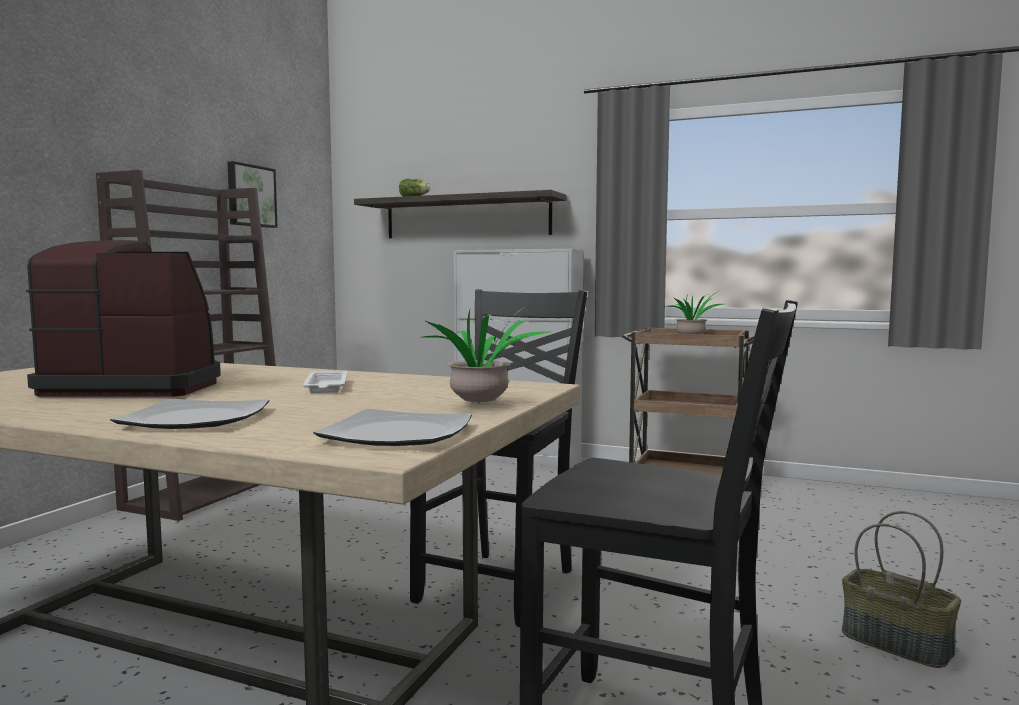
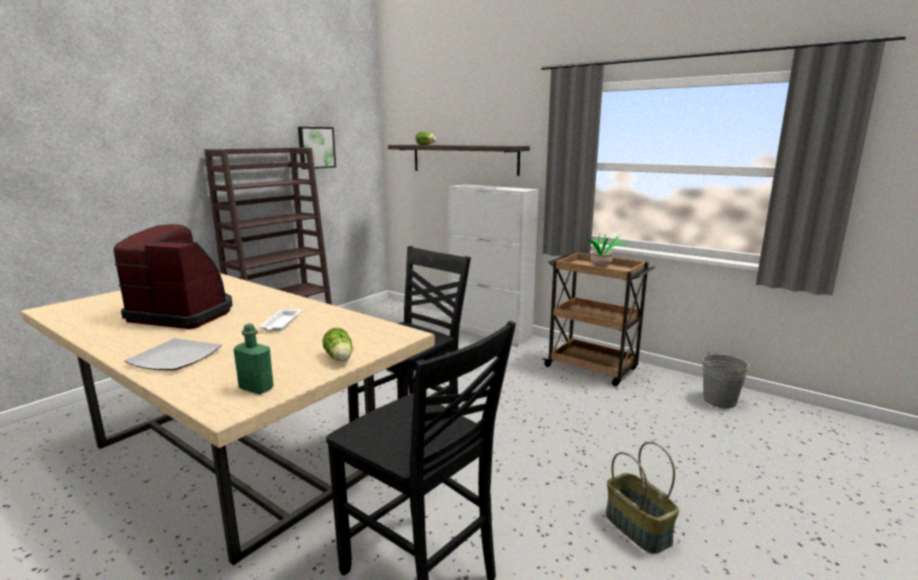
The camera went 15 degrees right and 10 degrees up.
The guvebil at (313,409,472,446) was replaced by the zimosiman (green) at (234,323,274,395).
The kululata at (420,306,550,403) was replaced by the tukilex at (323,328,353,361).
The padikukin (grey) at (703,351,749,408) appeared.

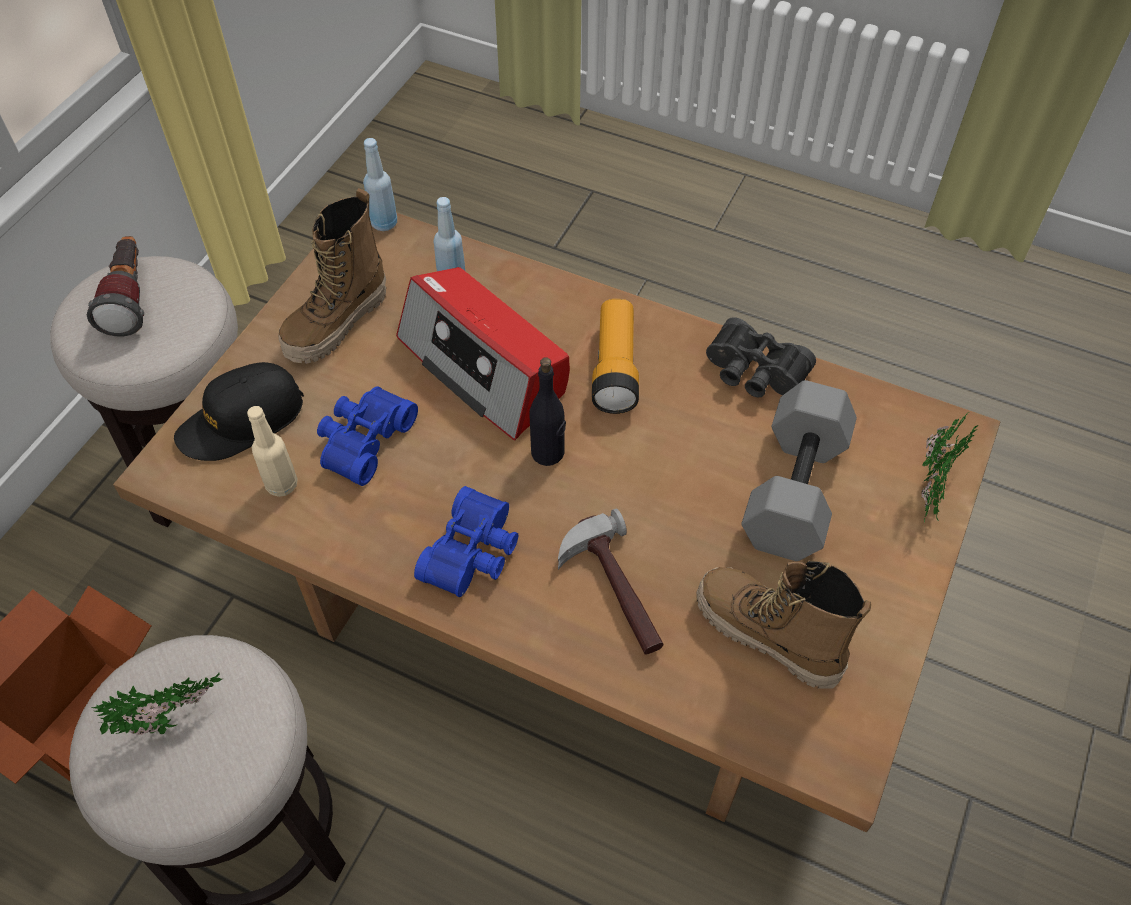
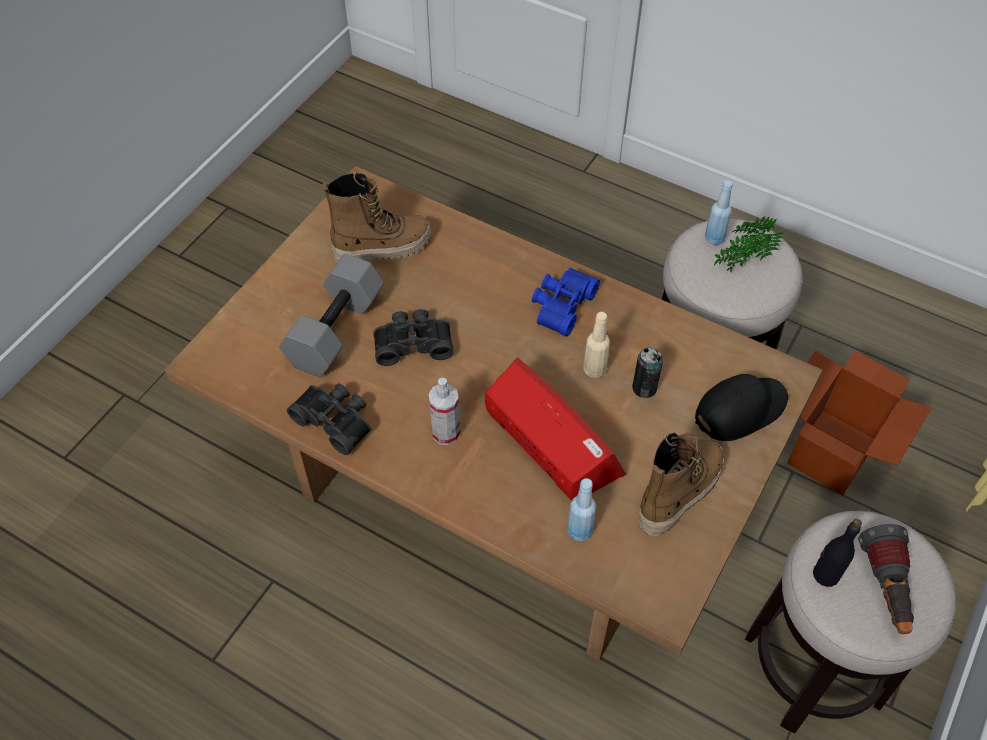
The camera went 175 degrees left and 0 degrees up.
The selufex at (696,561,871,688) turned 60 degrees counterclockwise.
The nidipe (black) at (373,309,453,366) appeared.
The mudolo at (592,299,639,414) was replaced by the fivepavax at (428,378,460,445).
The zimosiman (beige) moved from (247,406,298,497) to (583,312,610,378).
The nidipe (blue) at (317,386,418,486) was replaced by the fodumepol at (632,347,663,398).
The zimosiman (blue) moved from (363,138,397,231) to (705,180,733,245).
The zimosiman (black) moved from (529,357,566,466) to (813,519,862,587).
The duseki at (558,509,663,655) disappeared.
The kululata at (921,412,979,523) disappeared.

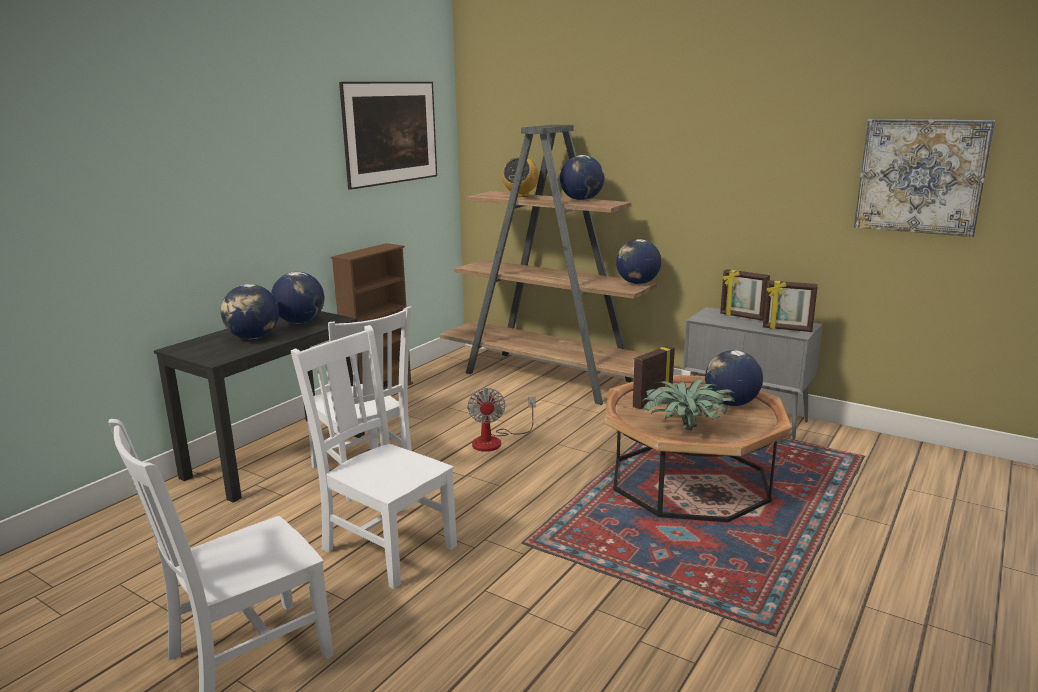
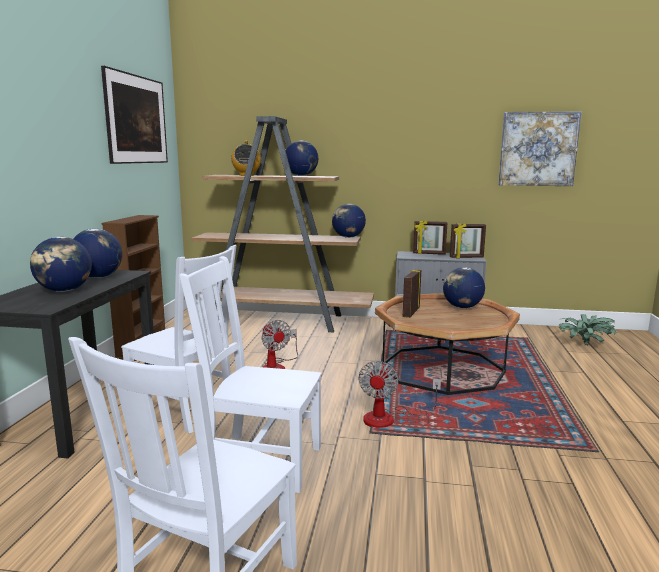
The camera went 25 degrees left and 5 degrees down.
The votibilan at (358,361,441,428) appeared.
The kululata moved from (642,379,735,430) to (558,314,618,345).

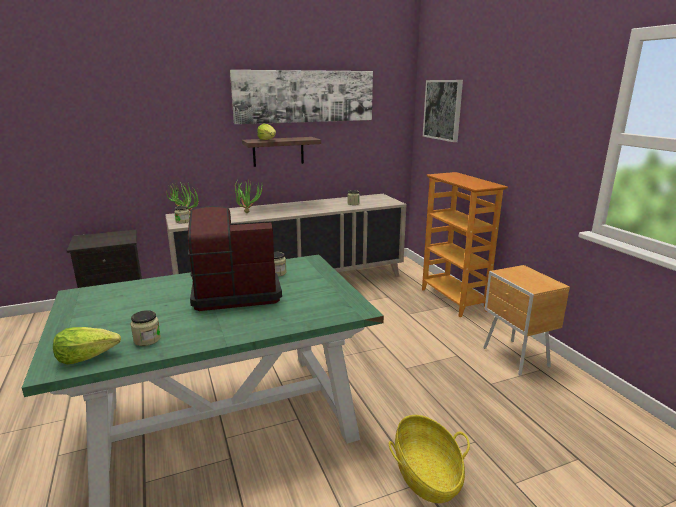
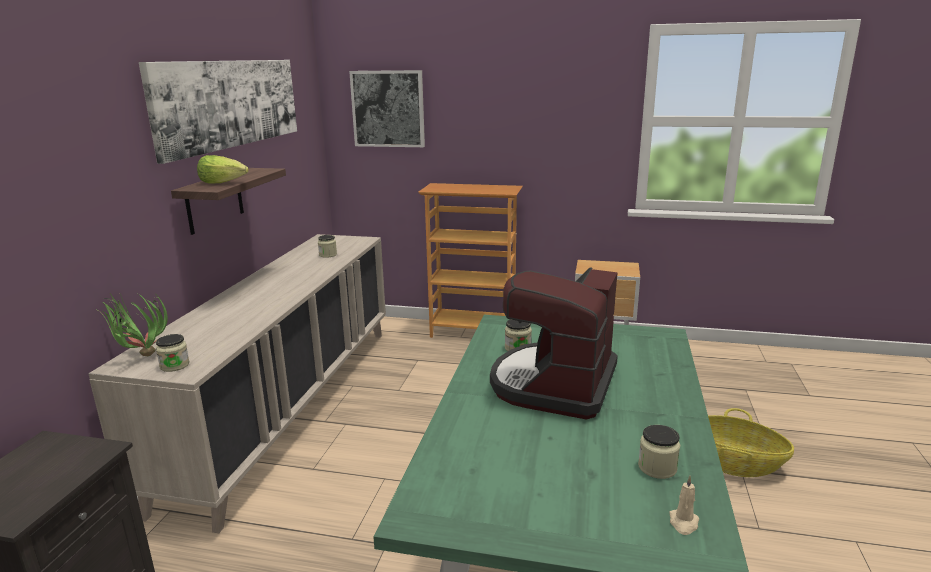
The camera went 55 degrees left and 0 degrees up.
The tukilex at (53,327,121,364) was replaced by the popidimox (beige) at (669,476,699,535).
The kululata at (234,181,263,213) disappeared.

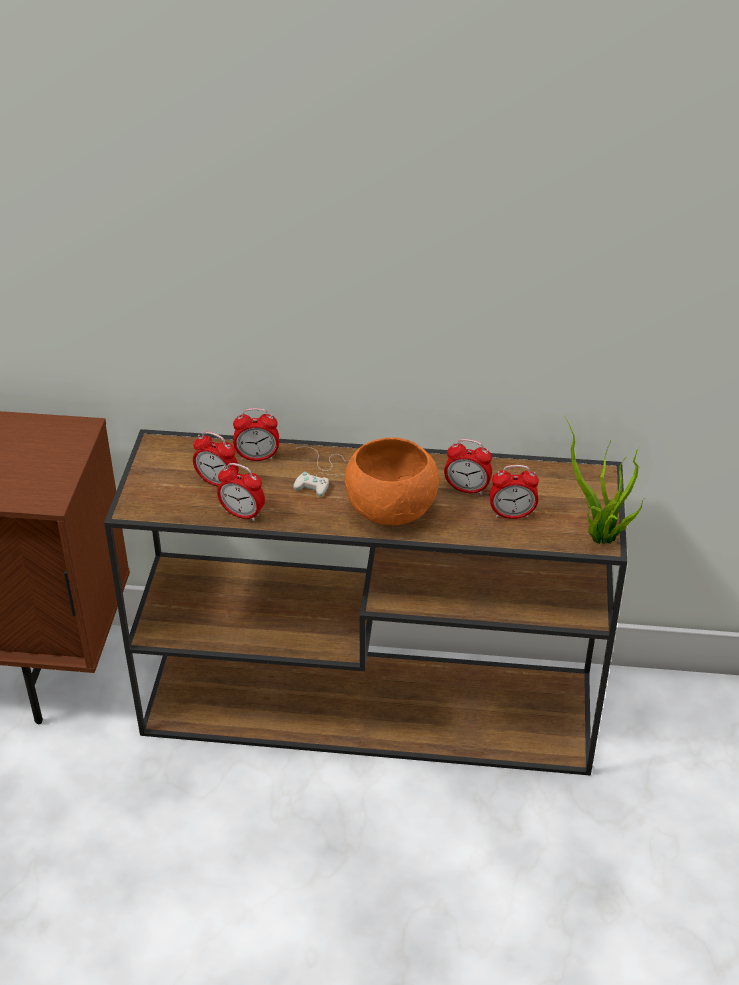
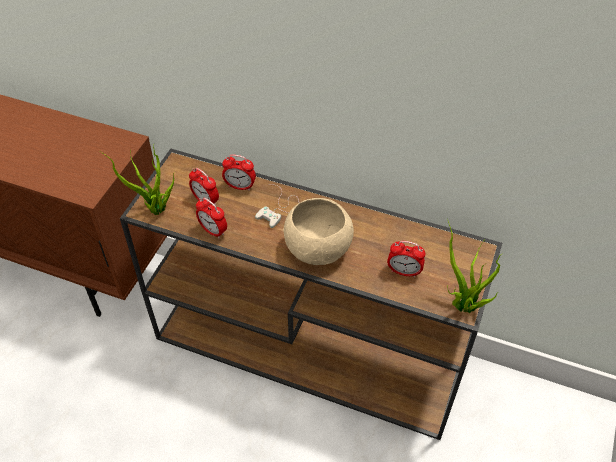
The camera went 15 degrees right and 10 degrees up.
The kululata at (101,145,174,215) appeared.
The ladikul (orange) at (345,437,439,525) became the ladikul (beige) at (284,198,354,265).
The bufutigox at (444,439,492,495) disappeared.

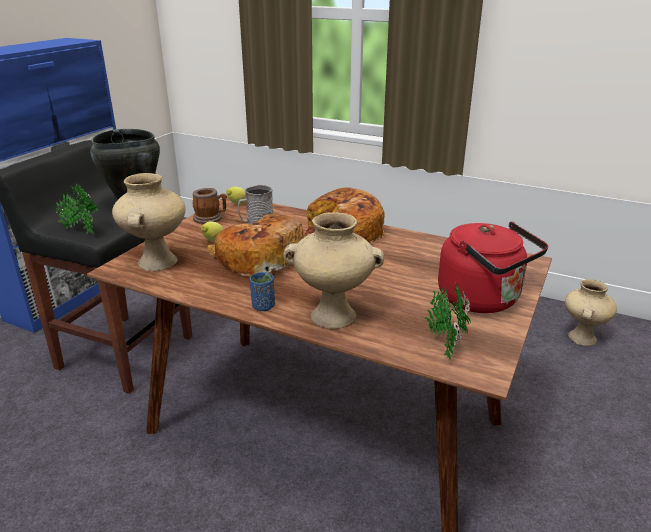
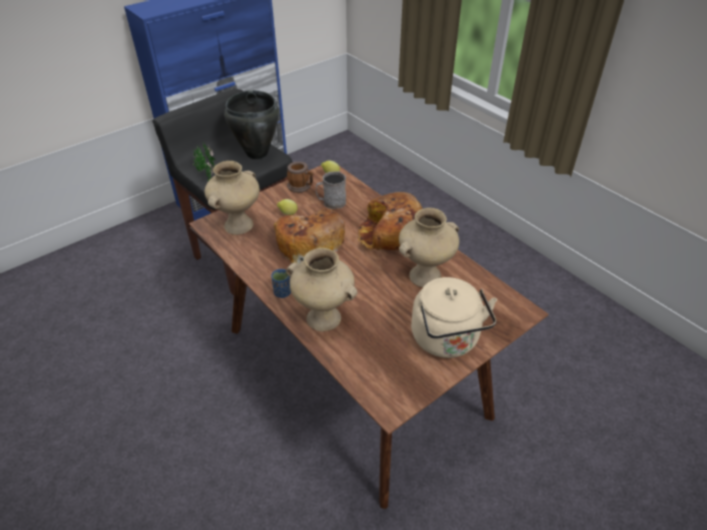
The camera went 25 degrees right and 15 degrees up.
The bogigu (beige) moved from (565,279,617,346) to (399,208,459,287).
The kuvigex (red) at (438,221,548,313) became the kuvigex (beige) at (411,277,497,358).
The kululata at (424,281,471,361) disappeared.

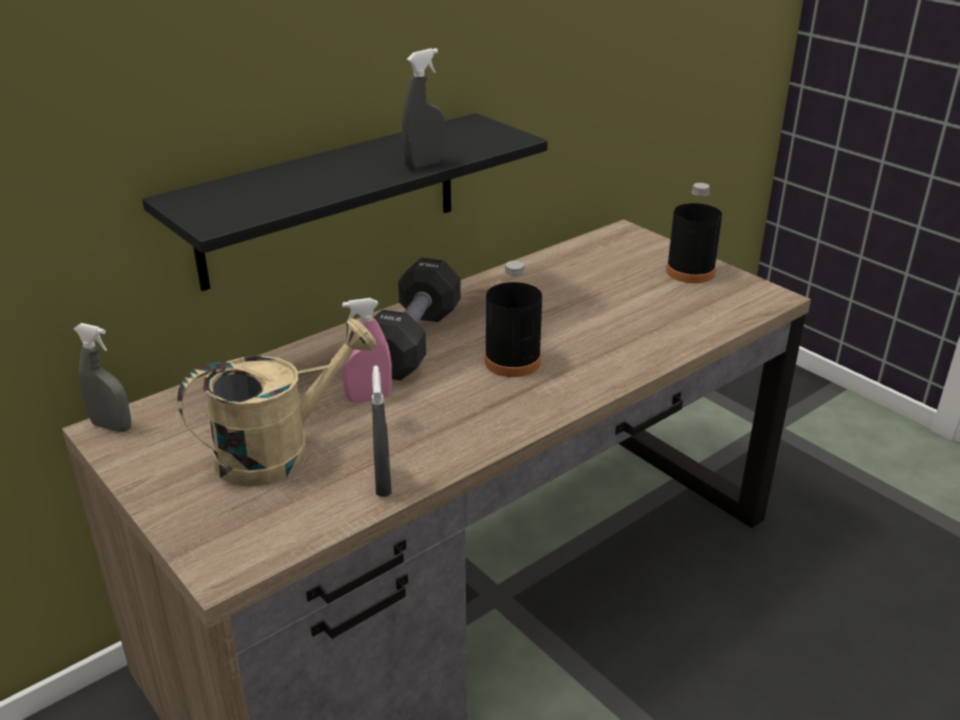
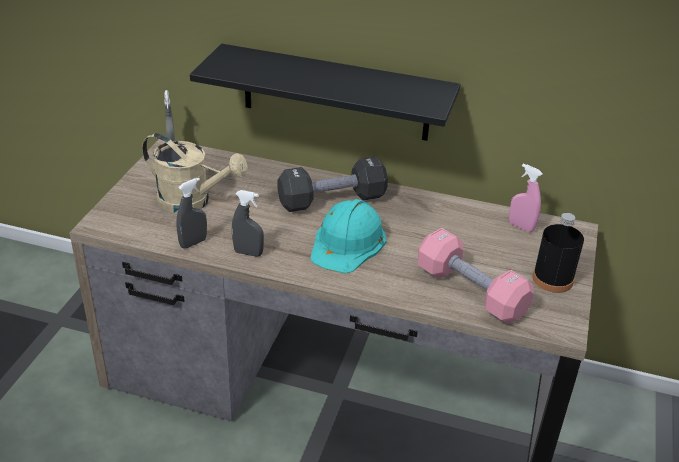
The camera went 55 degrees right and 5 degrees up.
The fivepavax (grey) moved from (402,48,445,169) to (232,190,264,257).
The zimosiman (black) at (485,261,542,377) was replaced by the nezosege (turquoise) at (310,199,387,274).
The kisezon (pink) at (418,228,534,324) appeared.
The fivepavax (pink) moved from (341,298,392,403) to (509,164,543,232).

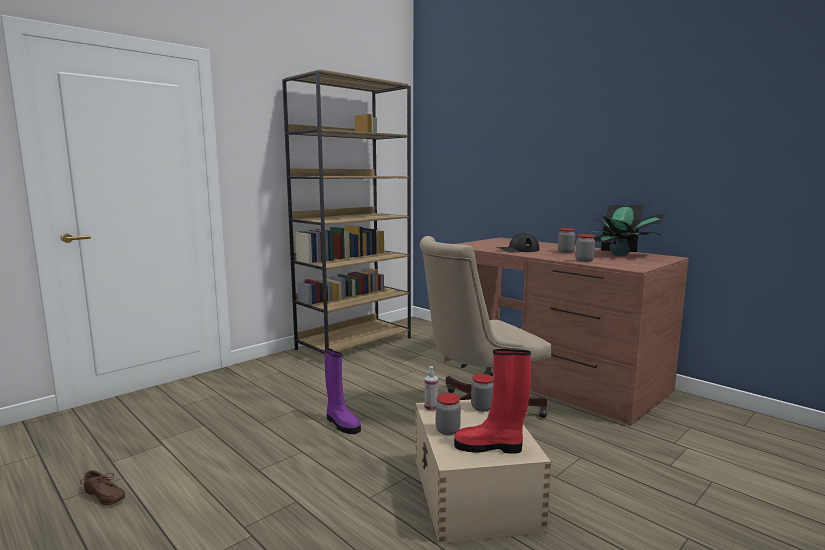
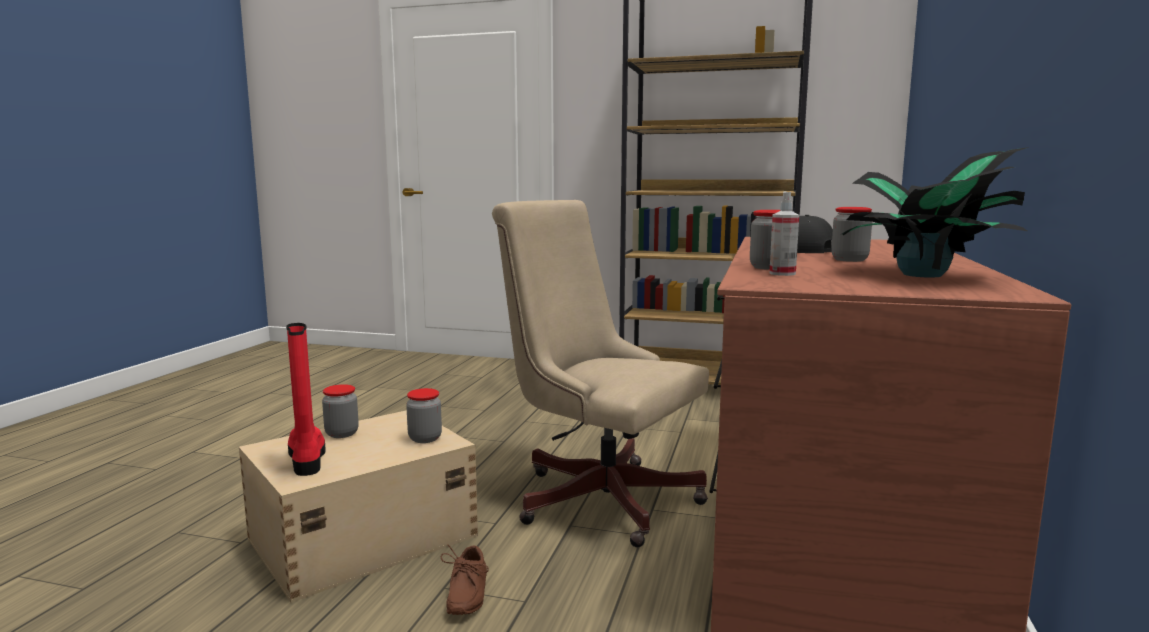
The camera went 60 degrees right and 0 degrees up.
The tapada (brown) moved from (80,470,125,505) to (441,544,489,615).
The fivepavax moved from (424,366,438,411) to (769,192,799,276).
The selufex (purple) at (325,348,361,434) disappeared.

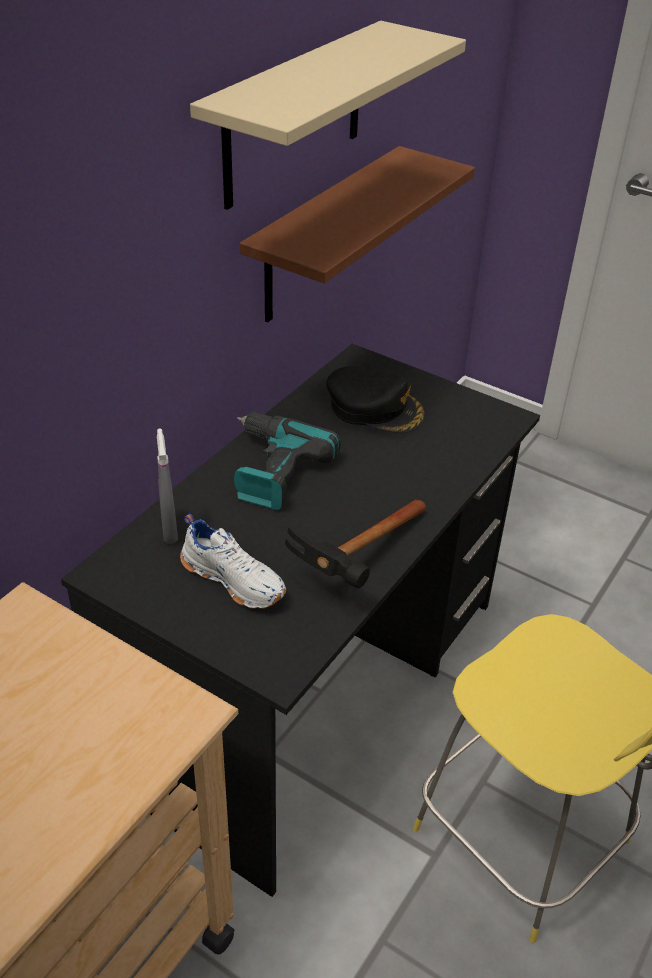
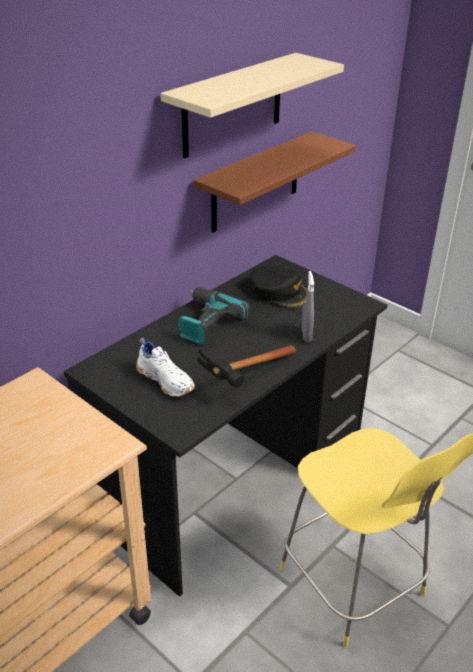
The camera went 10 degrees right and 5 degrees down.
The fivepavax (grey) moved from (157,428,178,544) to (301,271,314,342).

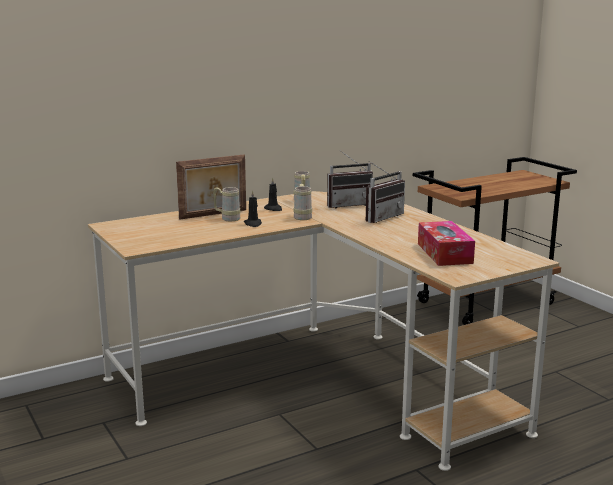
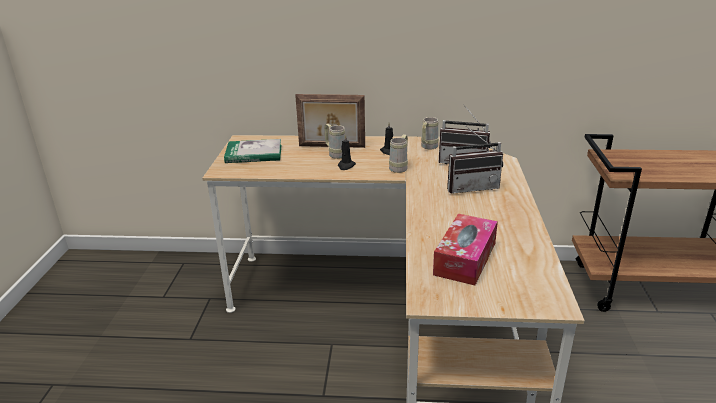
The camera went 35 degrees right and 10 degrees up.
The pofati at (224,139,282,163) appeared.

